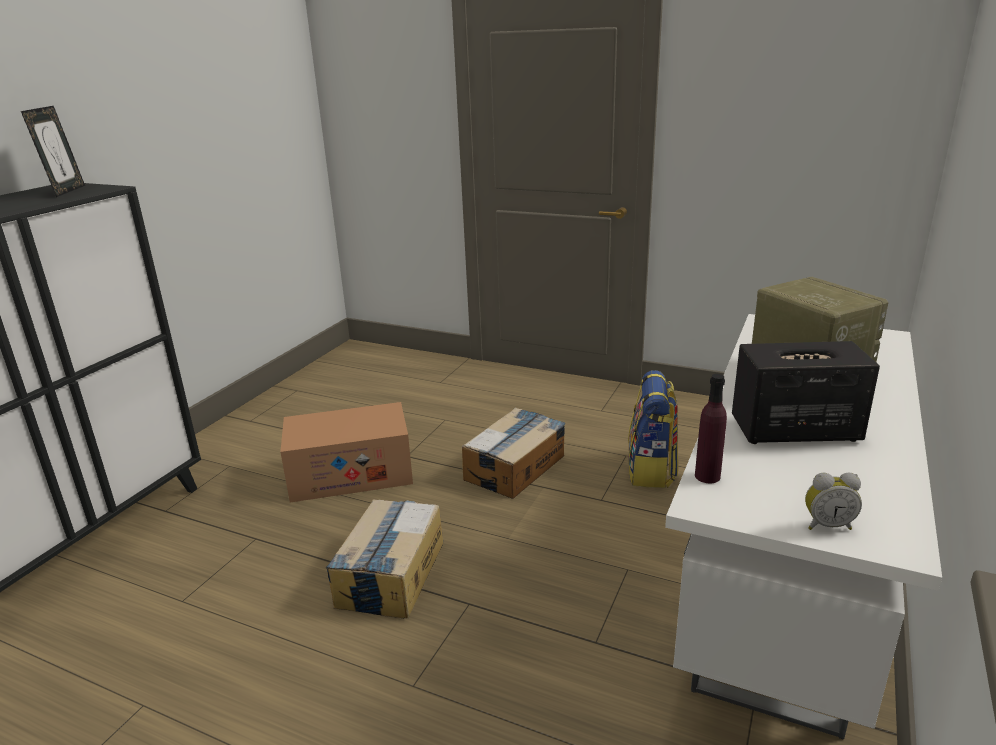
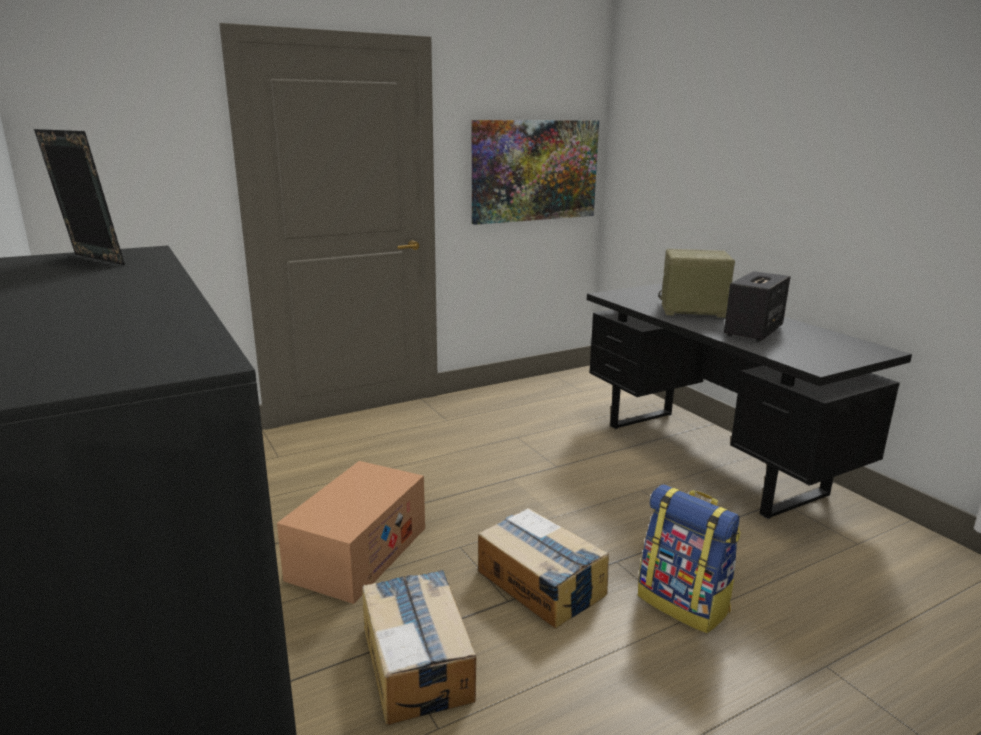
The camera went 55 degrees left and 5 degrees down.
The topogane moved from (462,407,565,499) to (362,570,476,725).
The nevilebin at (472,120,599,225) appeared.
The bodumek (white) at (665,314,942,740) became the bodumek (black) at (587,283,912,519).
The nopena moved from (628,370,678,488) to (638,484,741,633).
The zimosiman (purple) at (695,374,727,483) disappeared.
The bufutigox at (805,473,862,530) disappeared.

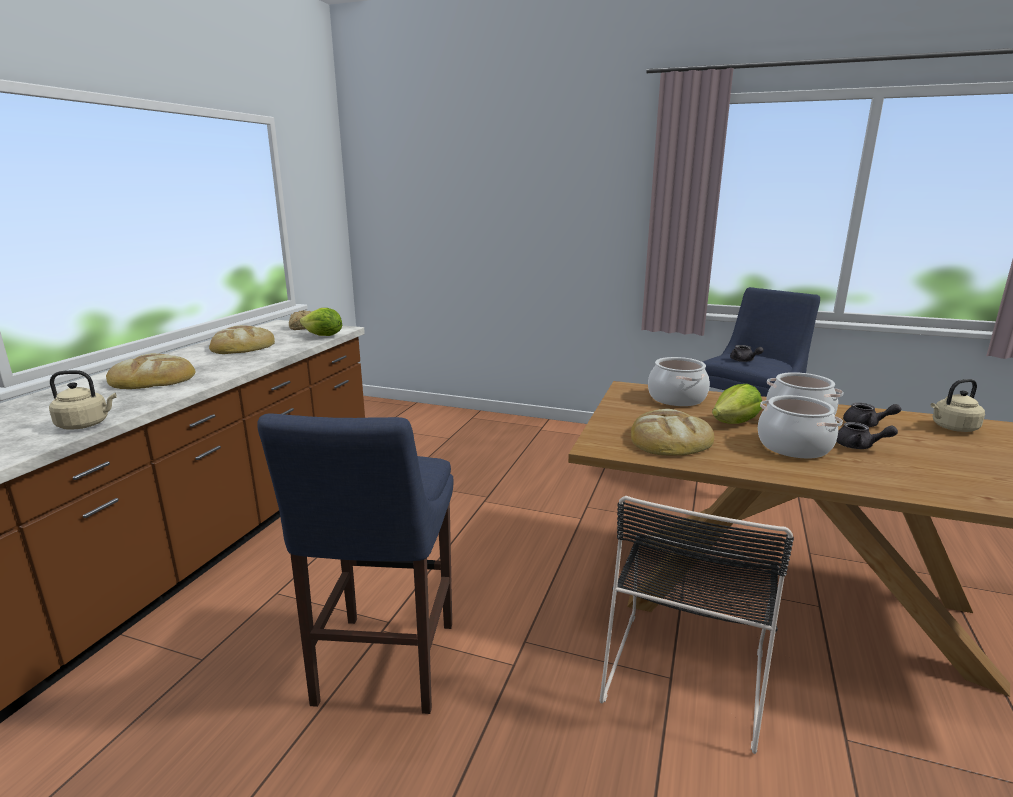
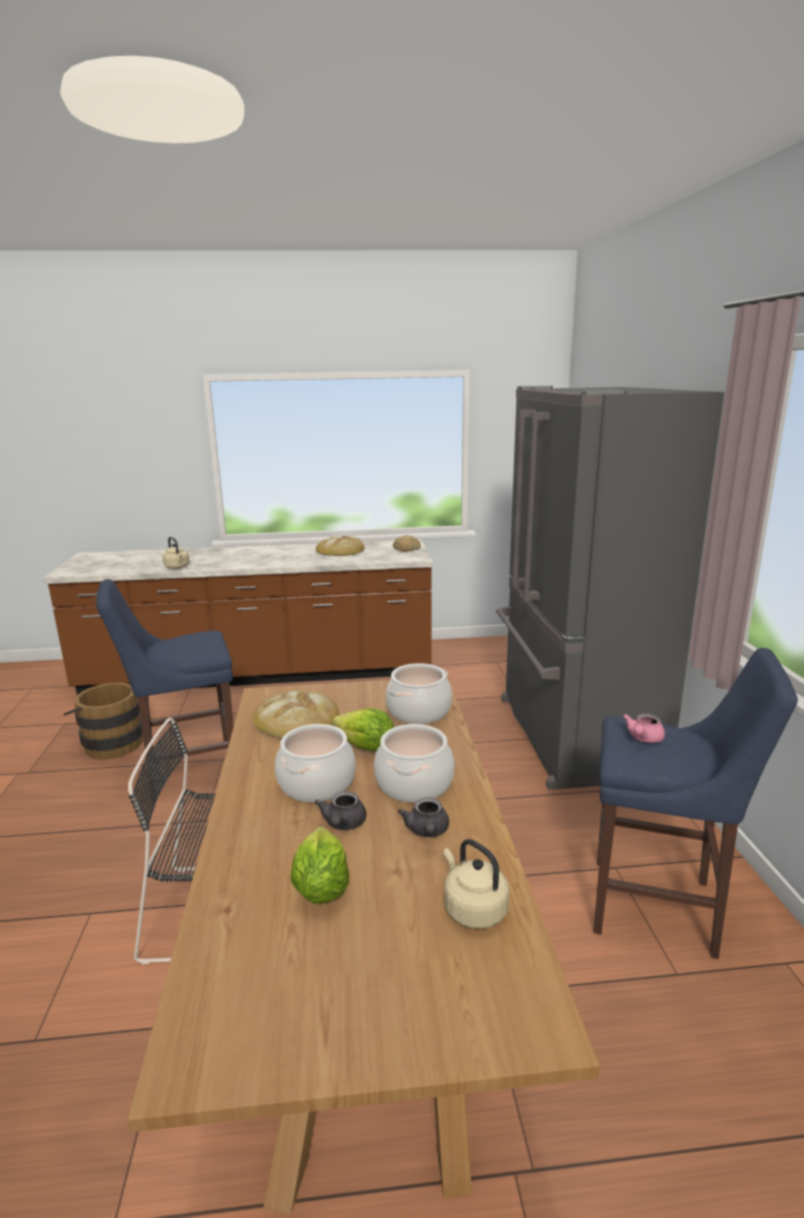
The camera went 65 degrees right and 0 degrees up.
The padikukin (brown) at (64,682,143,760) appeared.
The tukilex moved from (300,308,342,336) to (291,827,349,904).
The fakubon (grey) at (496,386,724,790) appeared.
The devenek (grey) at (730,345,764,362) became the devenek (pink) at (623,714,665,743).
The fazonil at (106,353,196,389) disappeared.

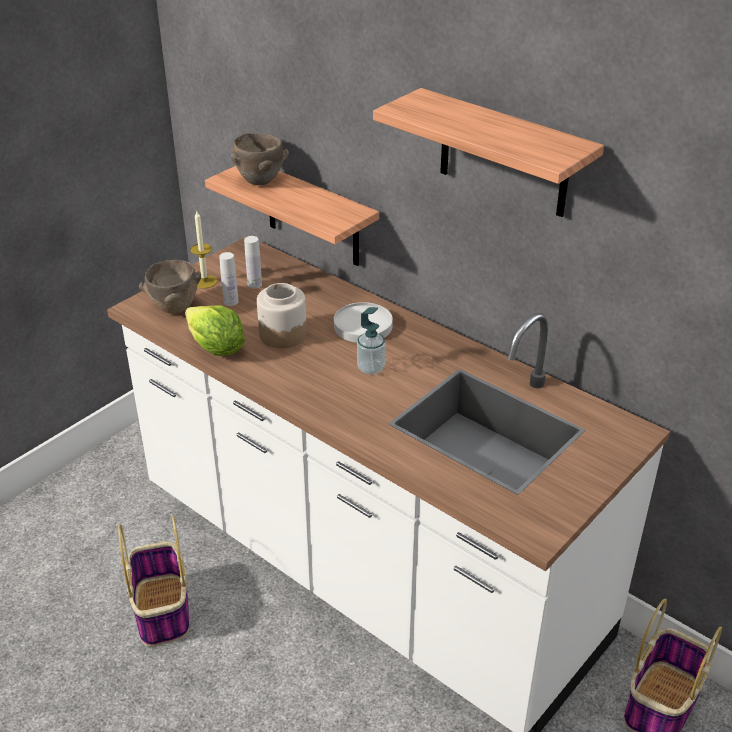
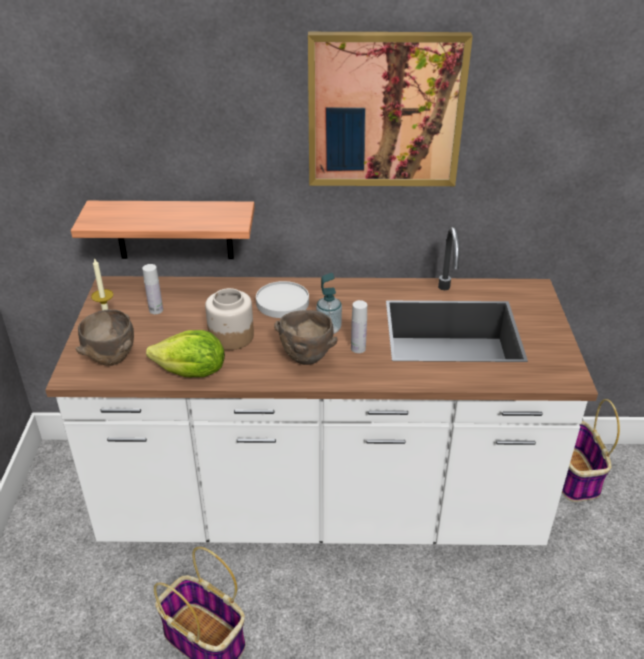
The camera went 40 degrees left and 0 degrees up.
The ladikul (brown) moved from (231,133,289,185) to (274,310,337,365).
The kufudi at (373,88,604,217) was replaced by the nevilebin at (308,32,473,186).
The zimosiman (white) moved from (219,252,239,306) to (351,300,367,353).

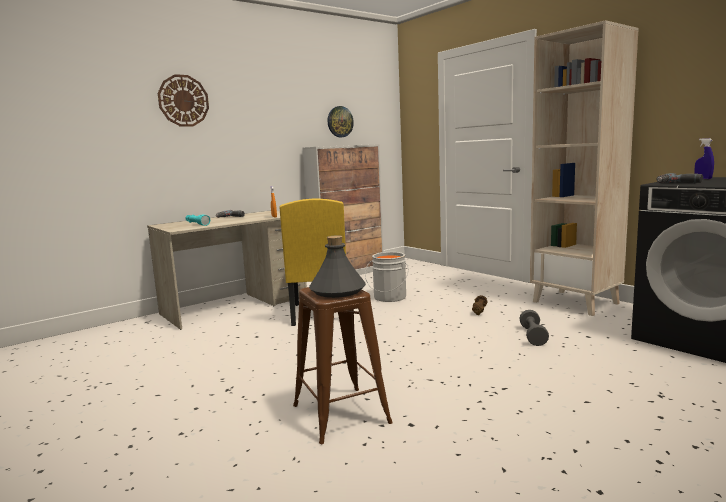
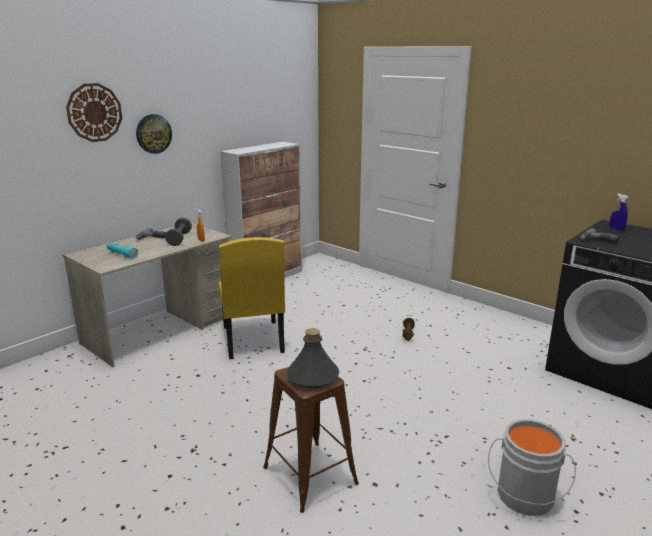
The camera went 10 degrees left and 10 degrees up.
The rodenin moved from (328,106,354,137) to (136,114,172,154).
The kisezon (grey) moved from (519,310,549,346) to (165,217,192,246).
The padikukin (grey) moved from (365,252,409,302) to (488,419,576,516).
The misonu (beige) at (530,20,639,316) disappeared.

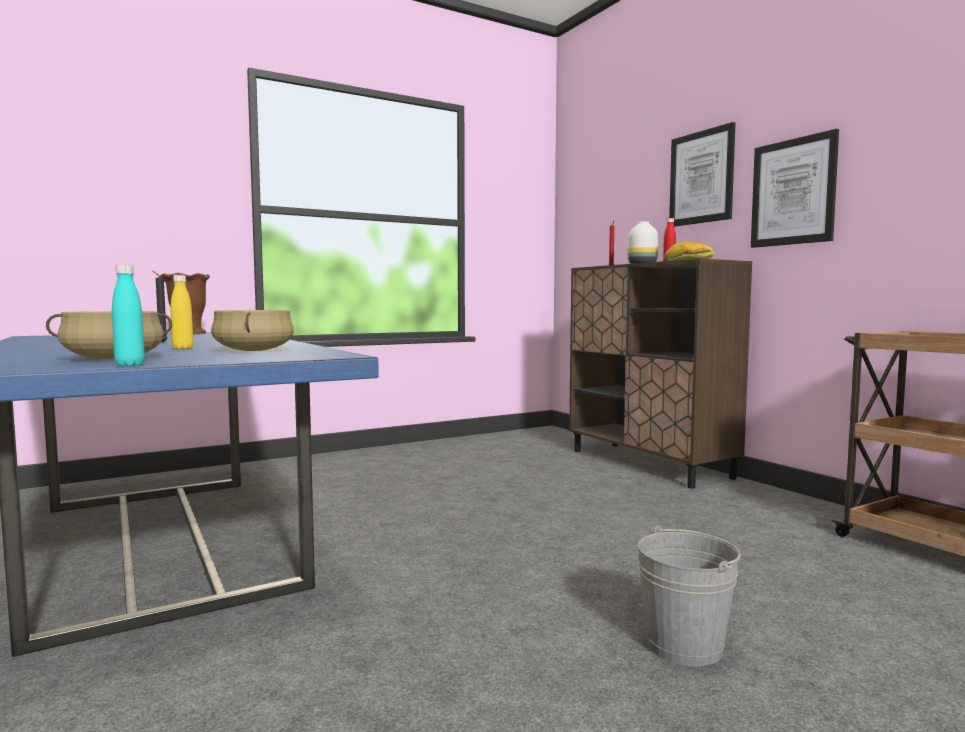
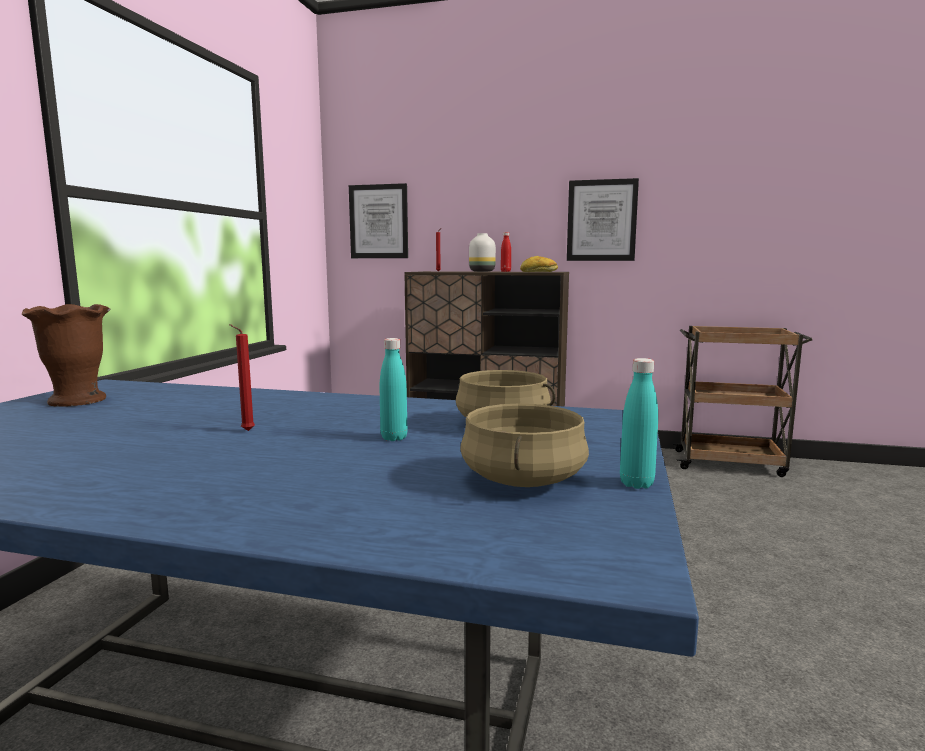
The camera went 45 degrees left and 5 degrees up.
The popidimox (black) at (153,271,168,343) became the popidimox (red) at (229,324,255,431).
The nevilebin moved from (669,122,735,227) to (349,183,408,258).
The zimosiman (yellow) at (170,275,193,349) became the zimosiman (turquoise) at (380,338,408,441).
The padikukin (grey) at (637,525,741,666) disappeared.

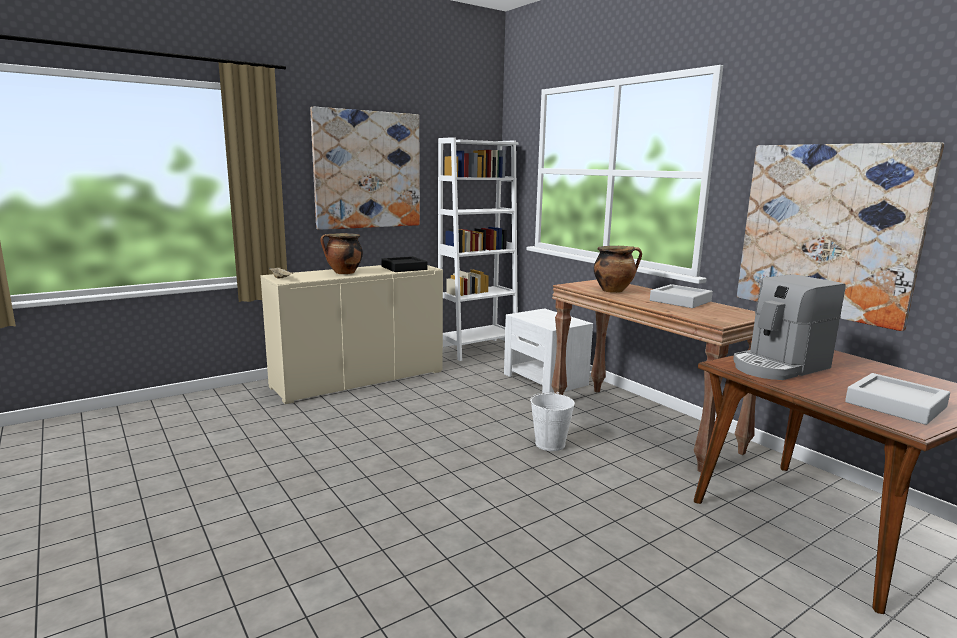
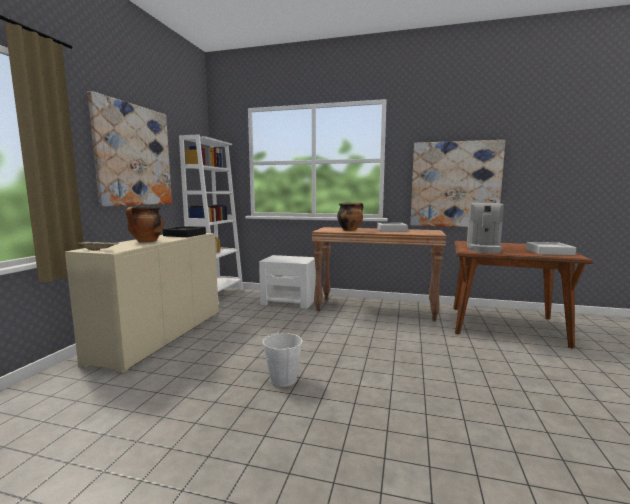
The camera went 40 degrees left and 5 degrees down.
The padikukin (white) moved from (530,392,575,451) to (262,332,302,387).

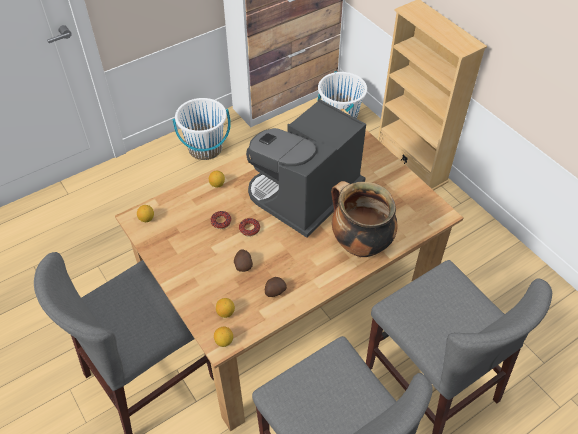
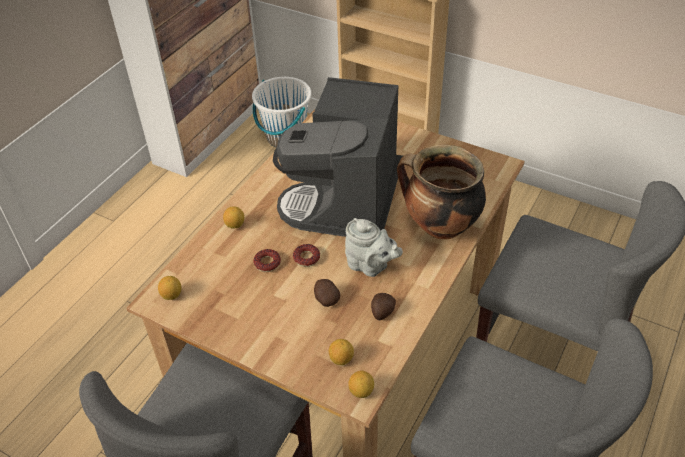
The camera went 25 degrees left and 5 degrees down.
The devenek (grey) at (345,218,403,277) appeared.
The padikukin (white) at (172,98,231,160) disappeared.

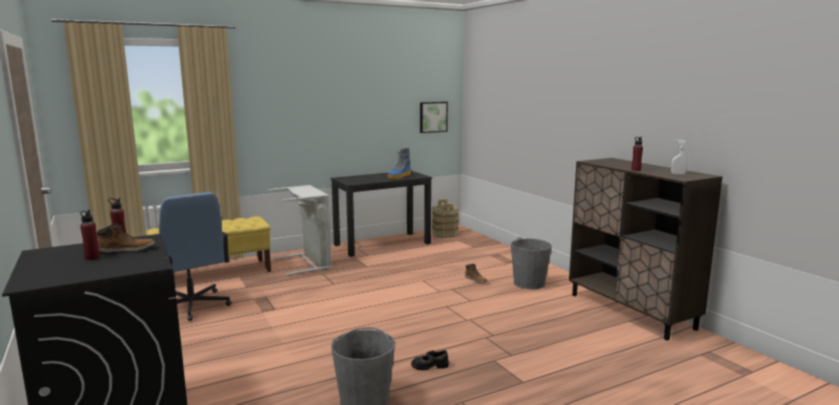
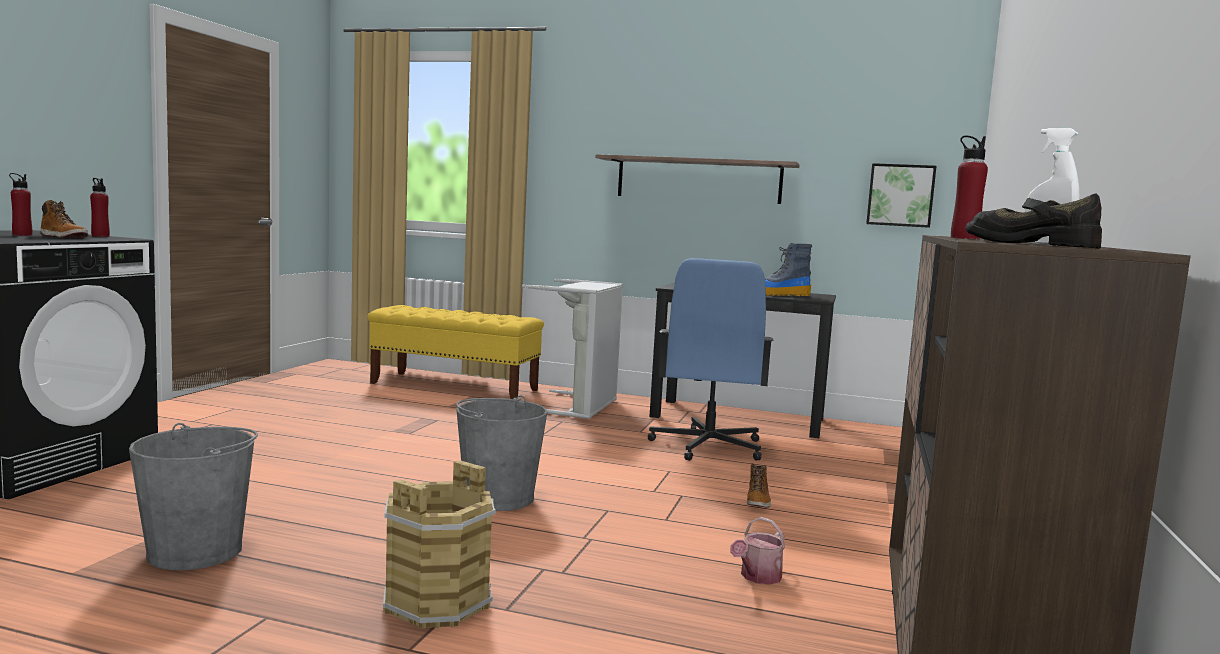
The camera went 45 degrees right and 5 degrees down.
The padikukin (brown) moved from (432,199,459,238) to (383,460,496,629).
The padikukin (grey) moved from (511,237,552,289) to (456,395,548,511).
The kufudi at (596,154,800,204) appeared.
The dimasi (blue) moved from (159,192,231,321) to (648,258,773,461).
The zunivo at (730,517,785,585) appeared.
The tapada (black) moved from (411,350,449,370) to (965,194,1102,249).

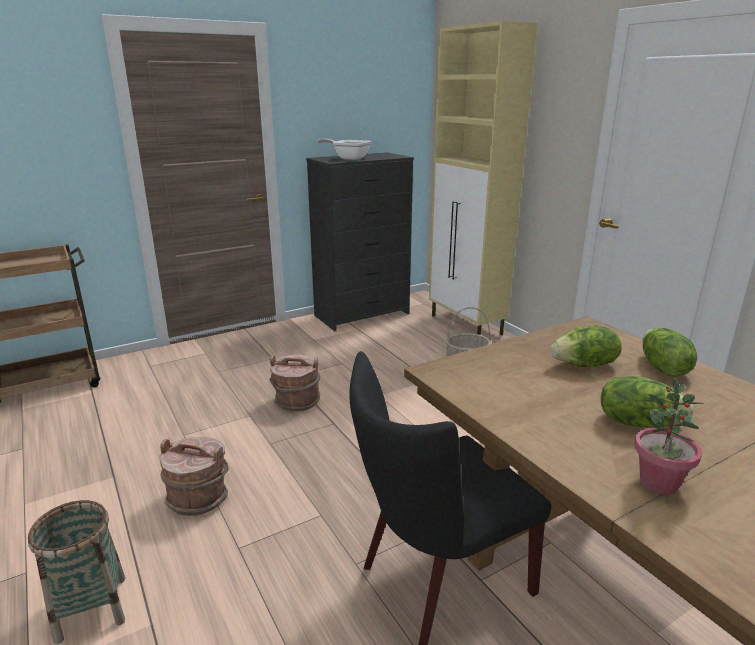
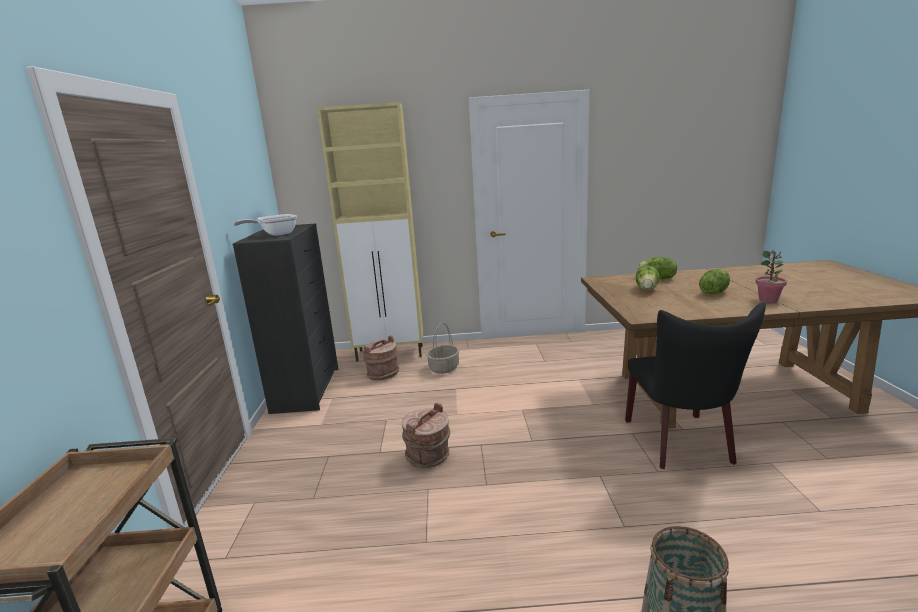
The camera went 60 degrees left and 5 degrees down.
The padikukin (brown) moved from (160,437,229,516) to (363,336,399,381).

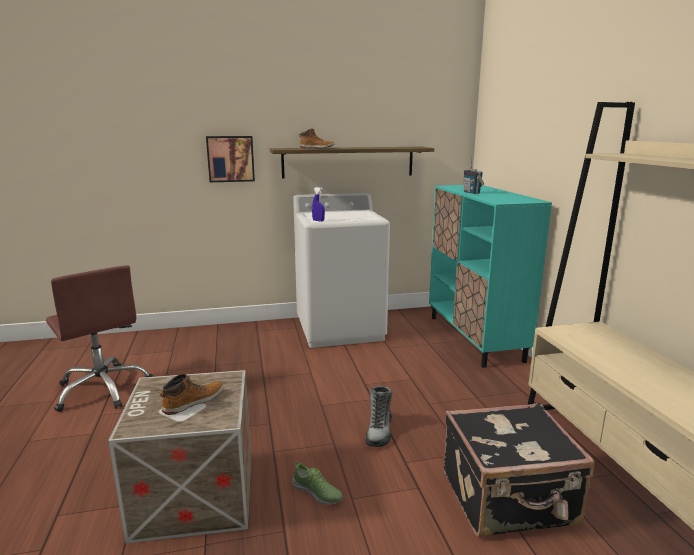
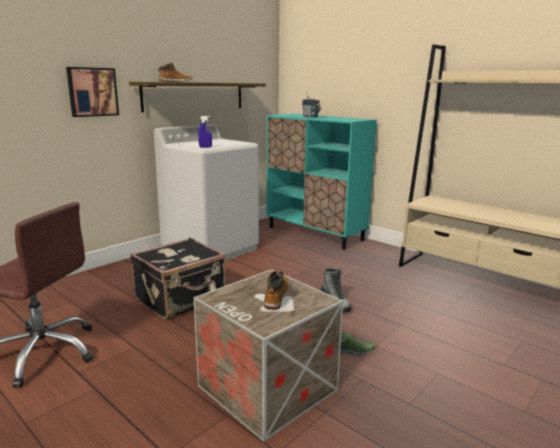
The camera went 35 degrees left and 0 degrees up.
The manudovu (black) moved from (444,403,595,537) to (130,238,226,319).

